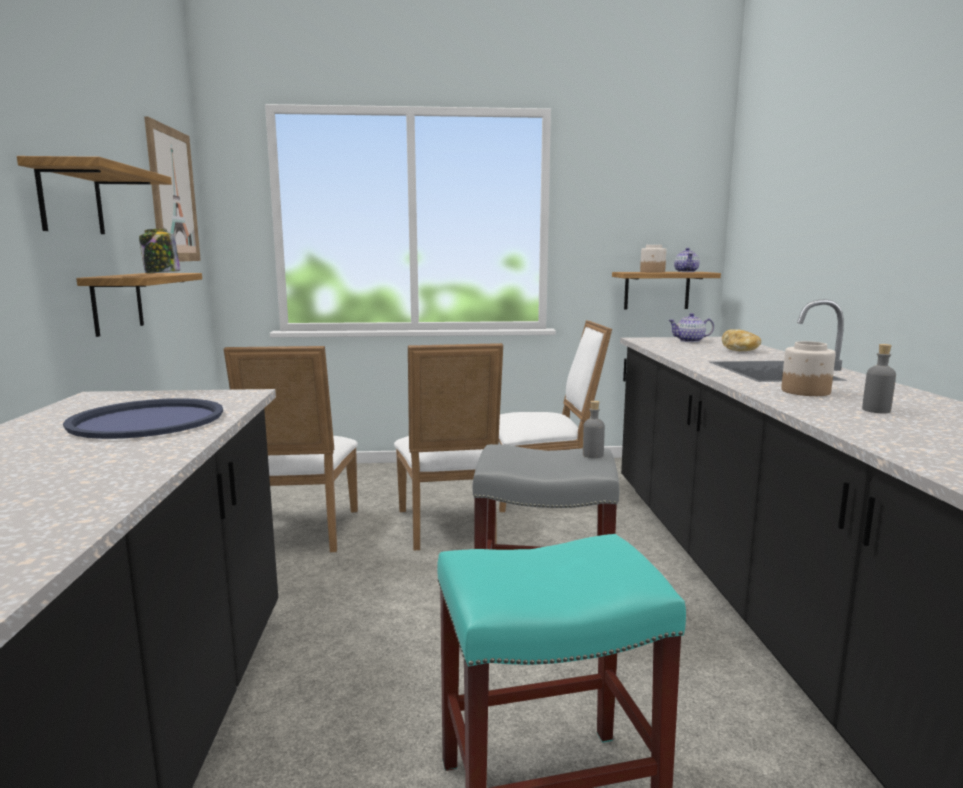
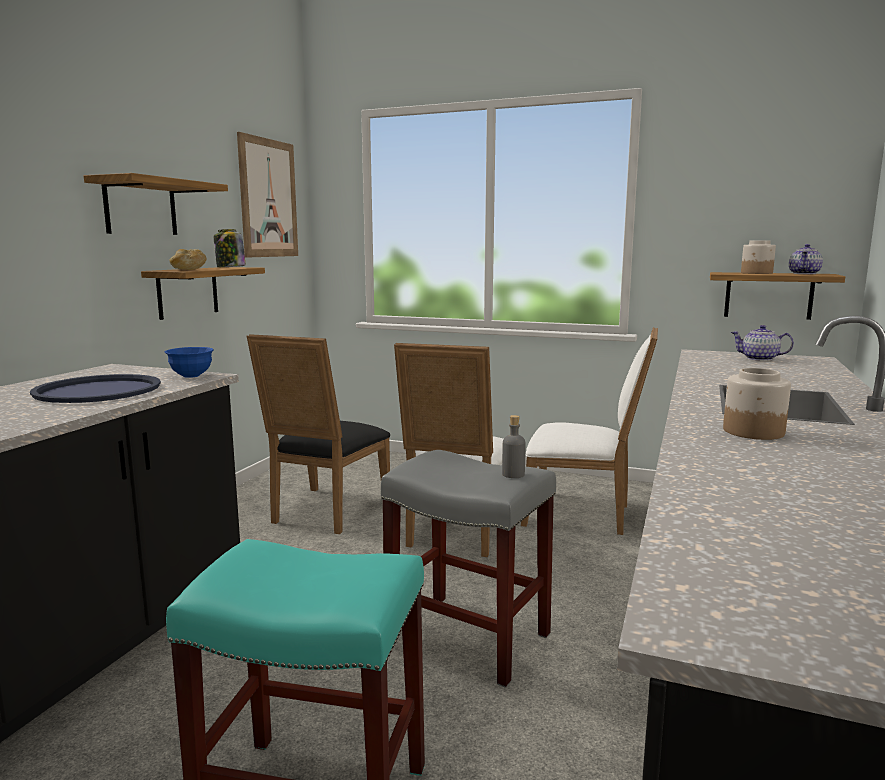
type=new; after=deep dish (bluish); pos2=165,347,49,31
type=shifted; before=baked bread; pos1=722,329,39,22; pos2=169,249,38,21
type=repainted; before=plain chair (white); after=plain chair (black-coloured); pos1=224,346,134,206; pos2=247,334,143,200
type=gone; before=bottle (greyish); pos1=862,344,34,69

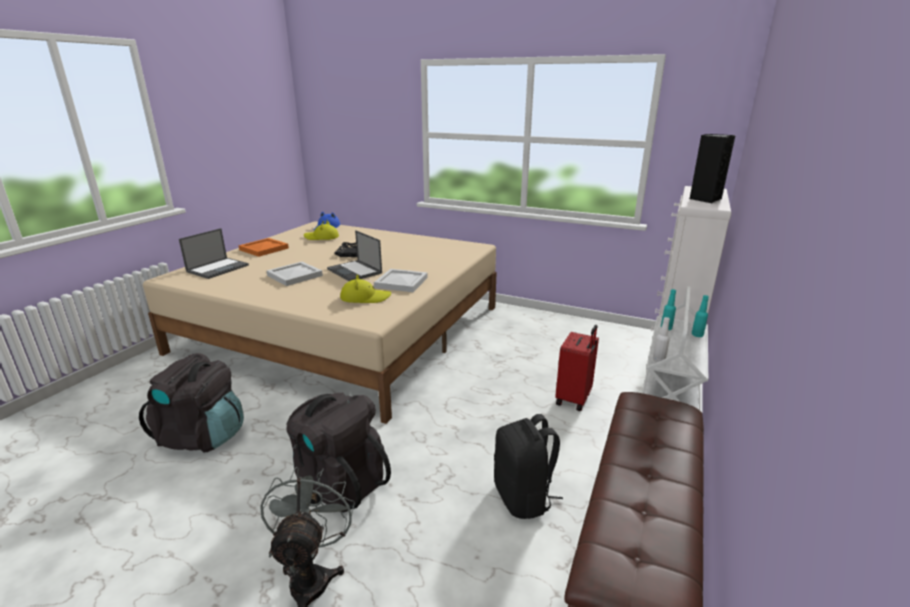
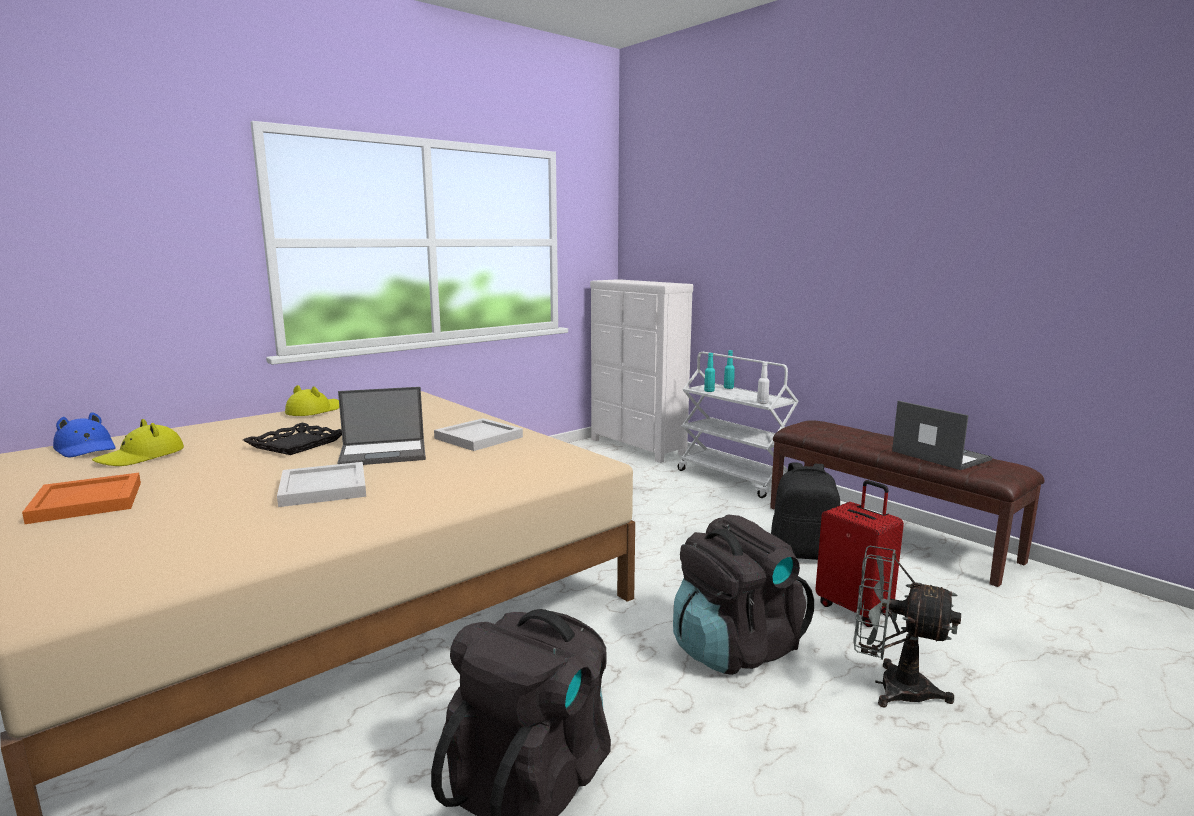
type=shifted; before=wearable hat (yellow-coloured); pos1=340,274,51,29; pos2=285,385,54,31
type=shifted; before=travel case (red); pos1=555,325,44,86; pos2=815,480,89,147
type=shifted; before=laptop; pos1=179,228,70,51; pos2=892,401,100,69
type=gone; before=speaker (black-coloured); pos1=690,134,46,69

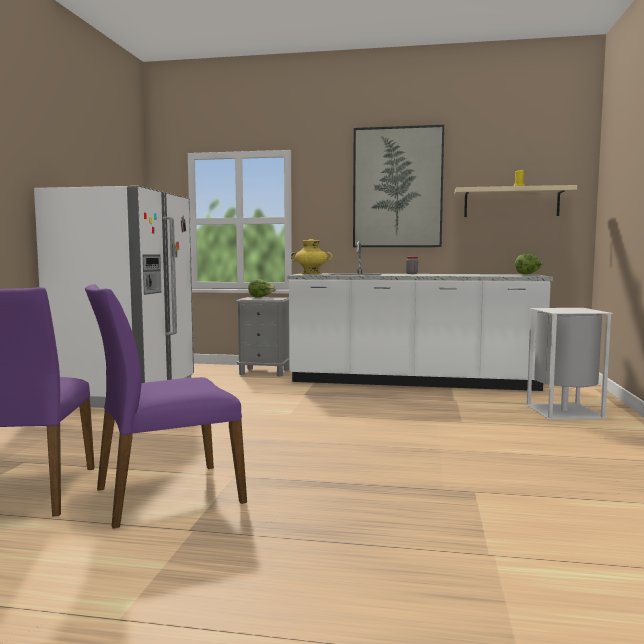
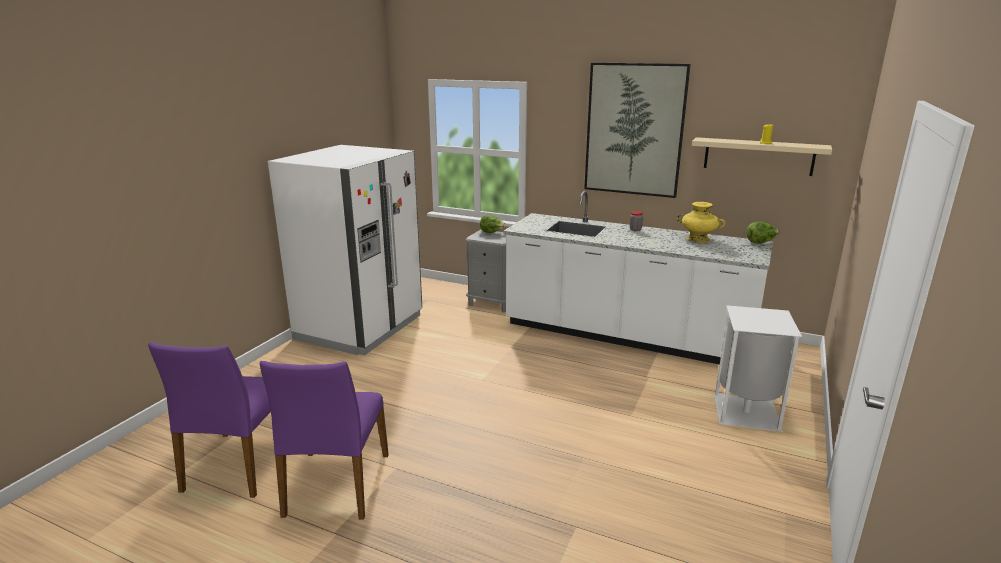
type=rotated; before=plain chair (purplish); pos1=85,284,162,245; pos2=260,361,129,158; turn=-75
type=shifted; before=decorative vase (yellow-coloured); pos1=291,239,42,35; pos2=677,202,48,41

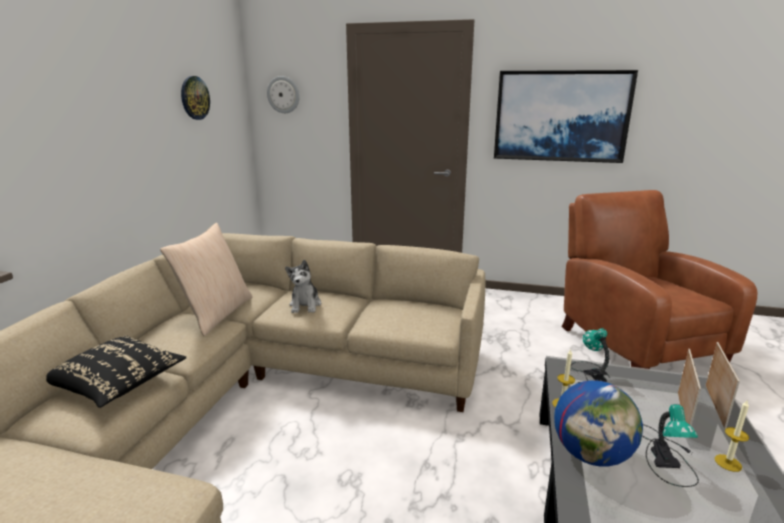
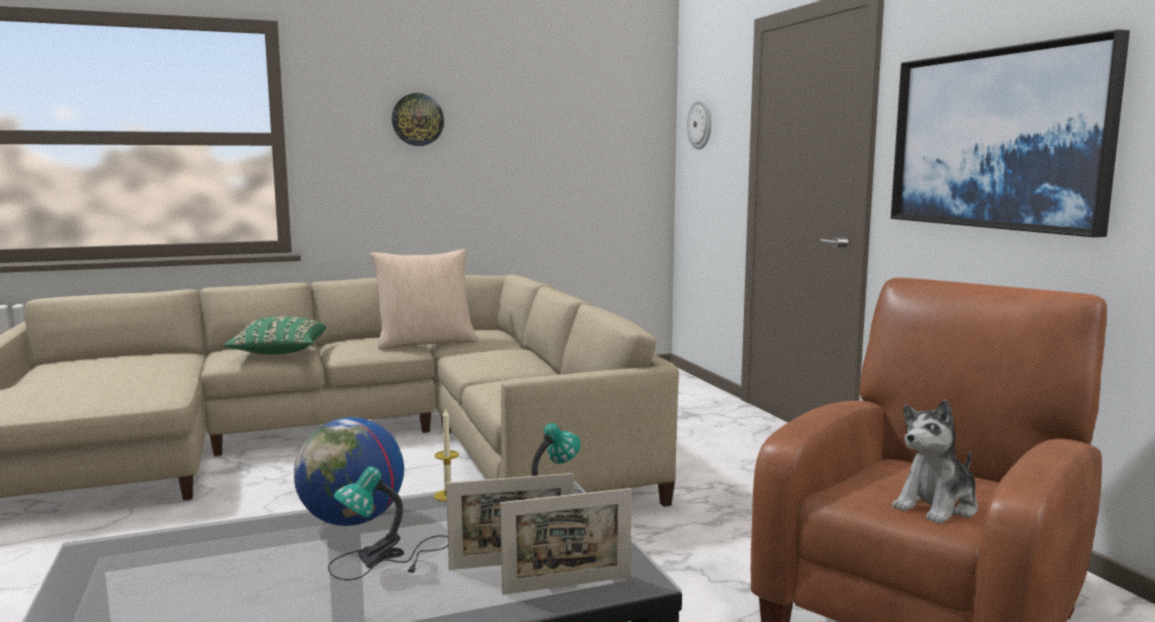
type=repainted; before=throw pillow (black-coloured); after=throw pillow (green-coloured); pos1=46,336,140,72; pos2=224,317,103,37
type=shifted; before=wall clock; pos1=181,76,29,44; pos2=392,93,52,53
type=shifted; before=plush toy; pos1=285,260,36,53; pos2=892,400,86,124
type=gone; before=wax candle; pos1=714,401,35,71

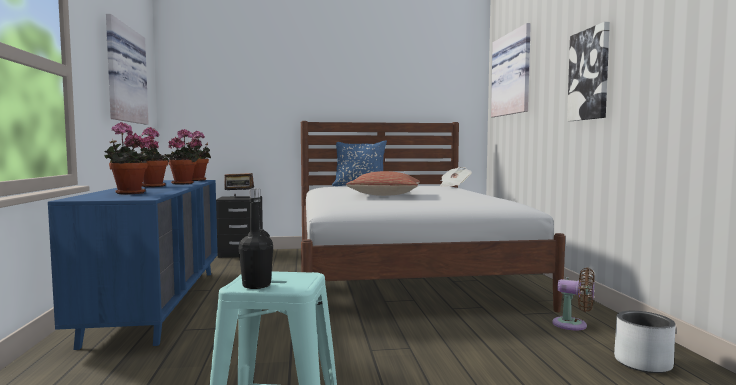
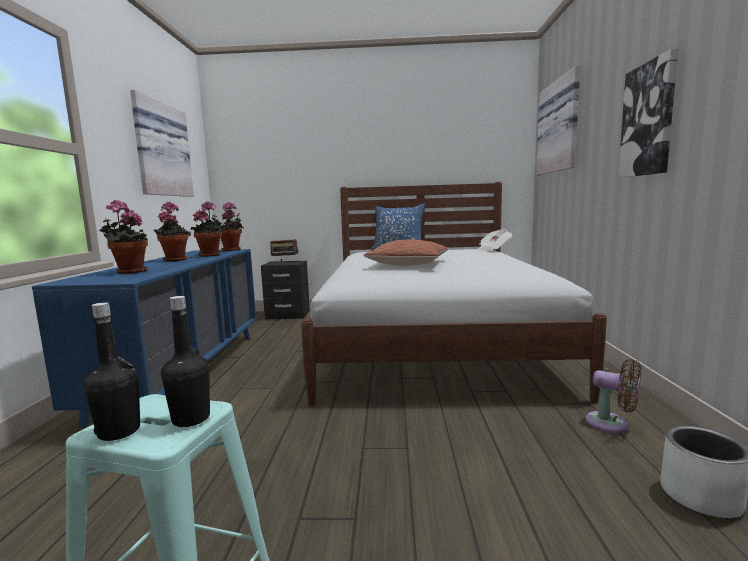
type=new; after=bottle (black-coloured); pos2=161,296,49,131

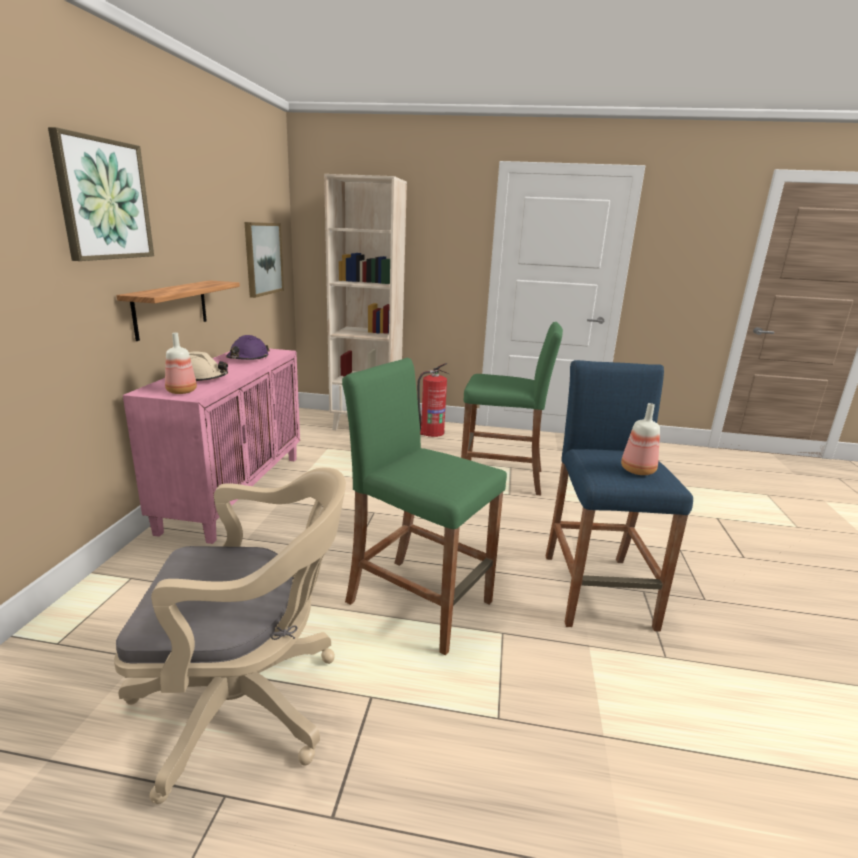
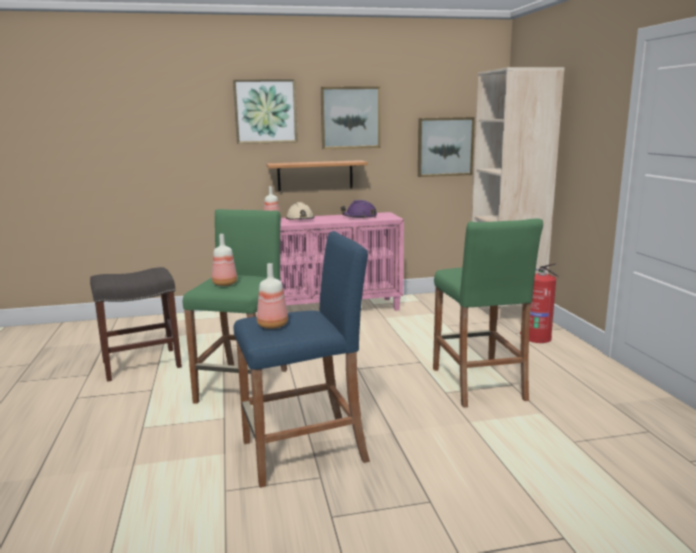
type=swapped; before=office chair (sand-coloured); after=stool (greyish); pos1=114,468,232,336; pos2=90,267,92,115
type=new; after=bottle; pos2=212,234,25,52
type=new; after=picture; pos2=320,86,61,63

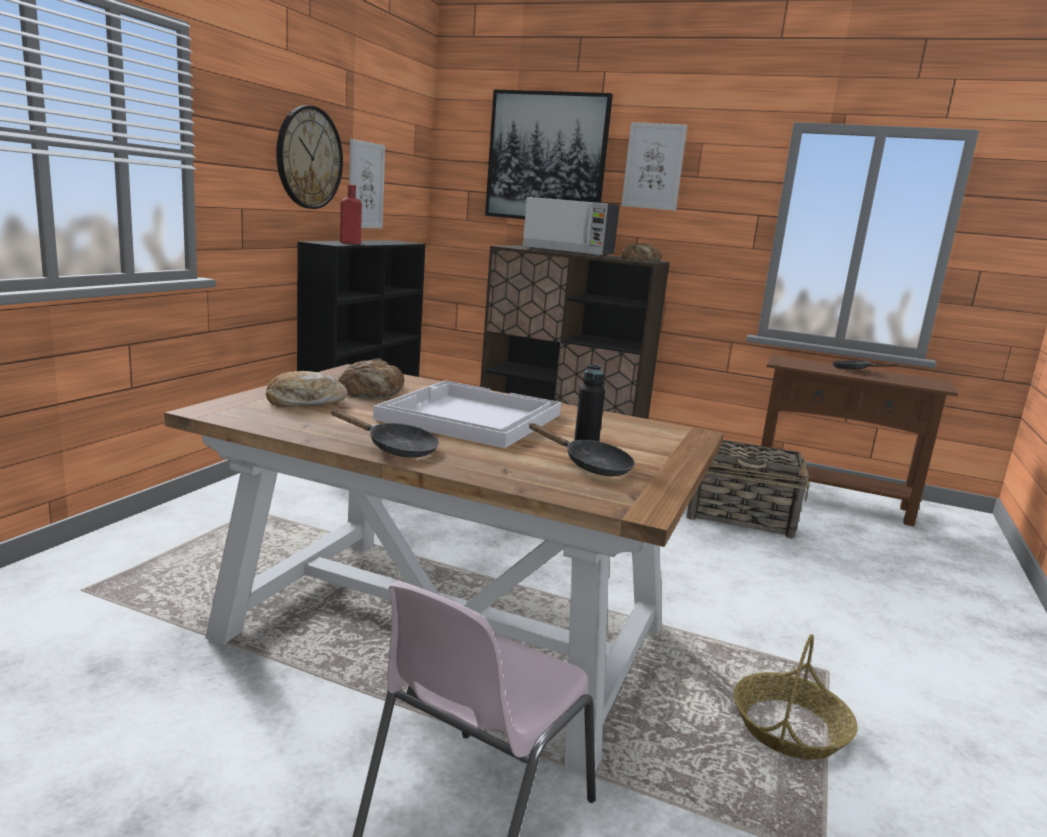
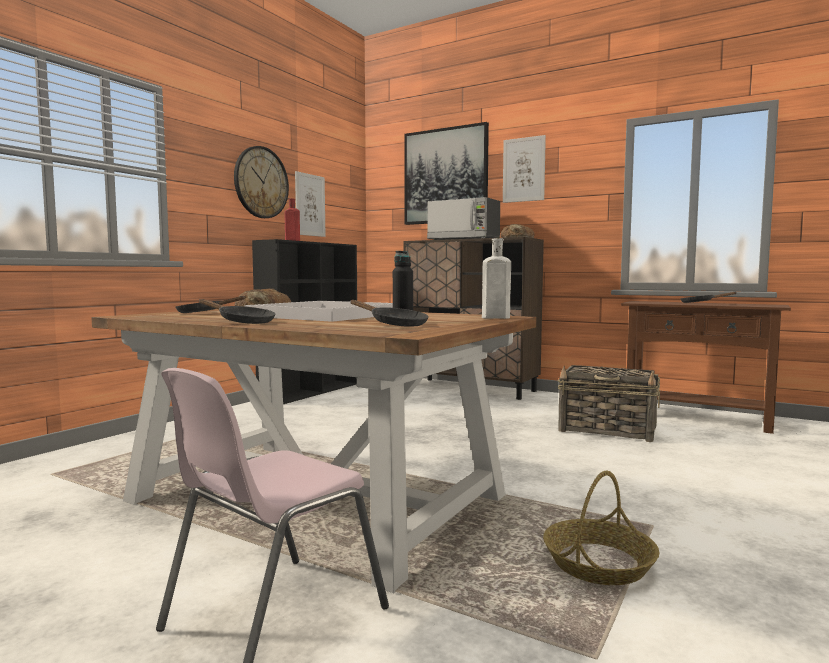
type=swapped; before=baked bread; after=skillet (black-coloured); pos1=266,371,82,36; pos2=176,296,70,17
type=new; after=bottle (white); pos2=482,238,29,81

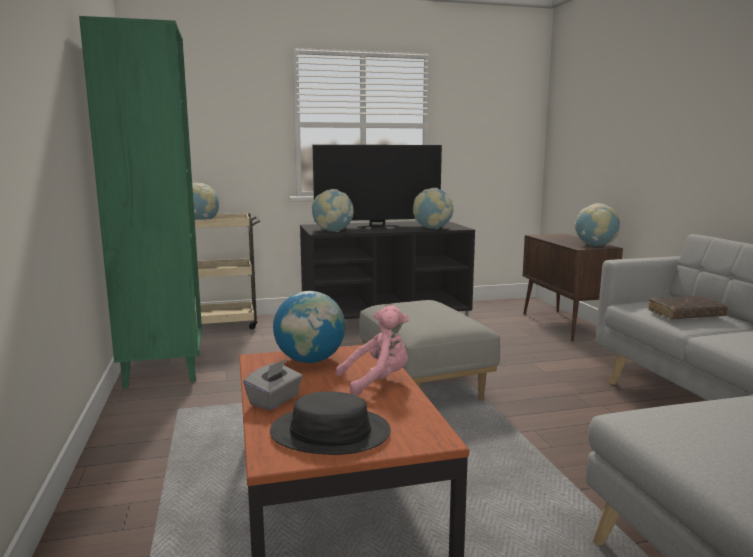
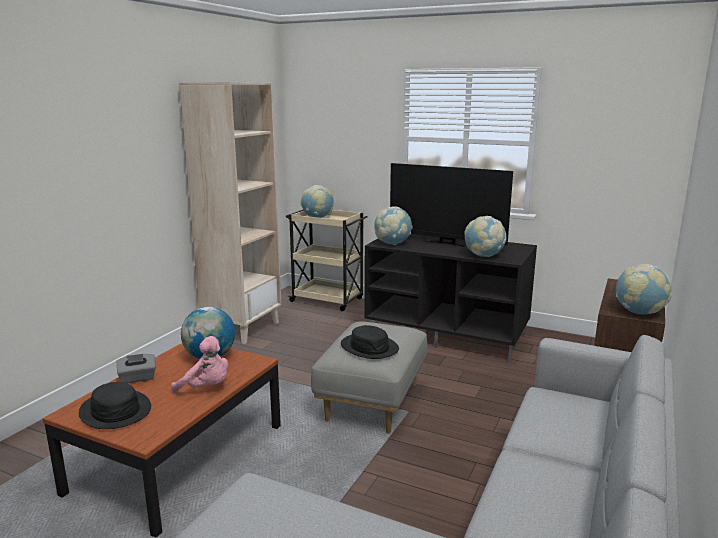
type=repainted; before=bookshelf (green-coloured); after=bookshelf (sand-coloured); pos1=79,16,123,372; pos2=179,82,102,262
type=new; after=wearable hat (black-coloured); pos2=341,325,58,34
type=gone; before=bound book (brown-coloured); pos1=648,296,80,23

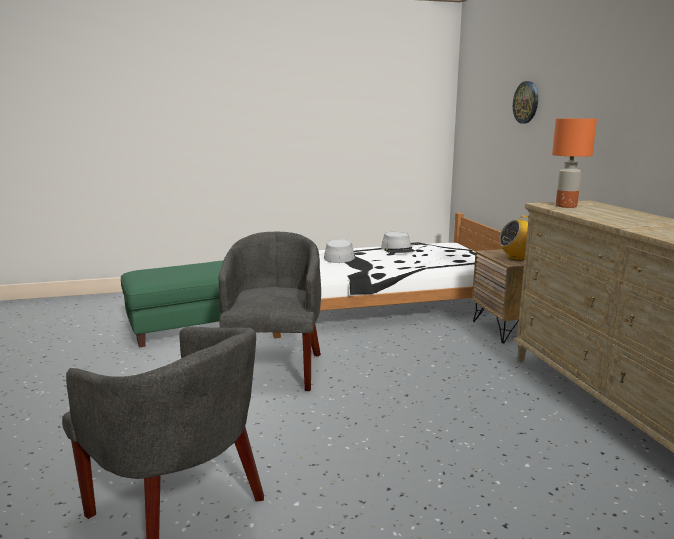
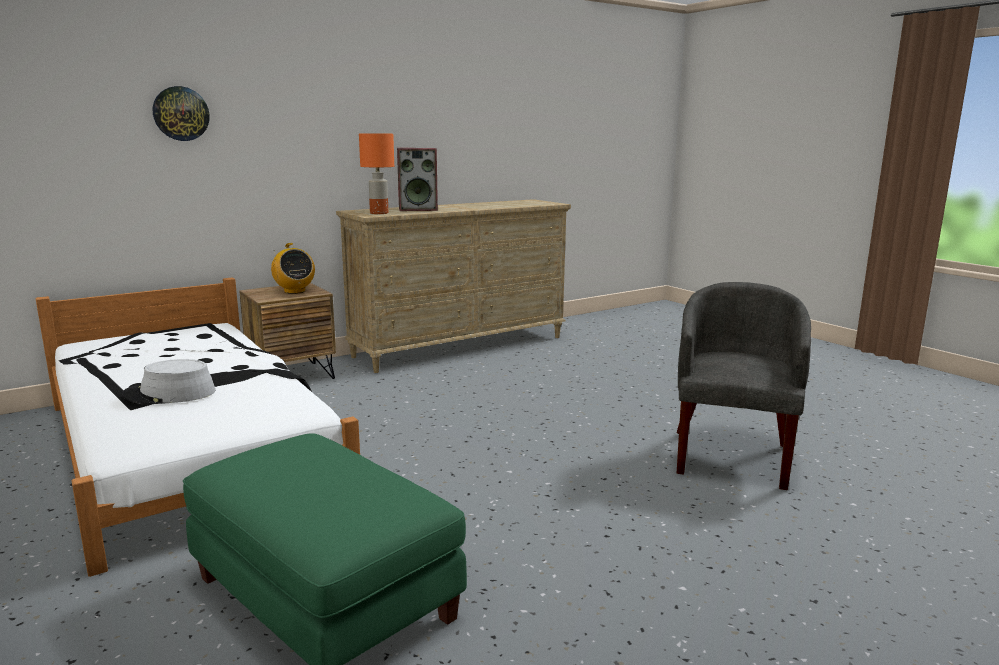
type=new; after=speaker; pos2=397,148,41,63
type=gone; before=armchair (greyish); pos1=219,231,102,160
type=gone; before=wearable hat (greyish); pos1=381,232,34,21

